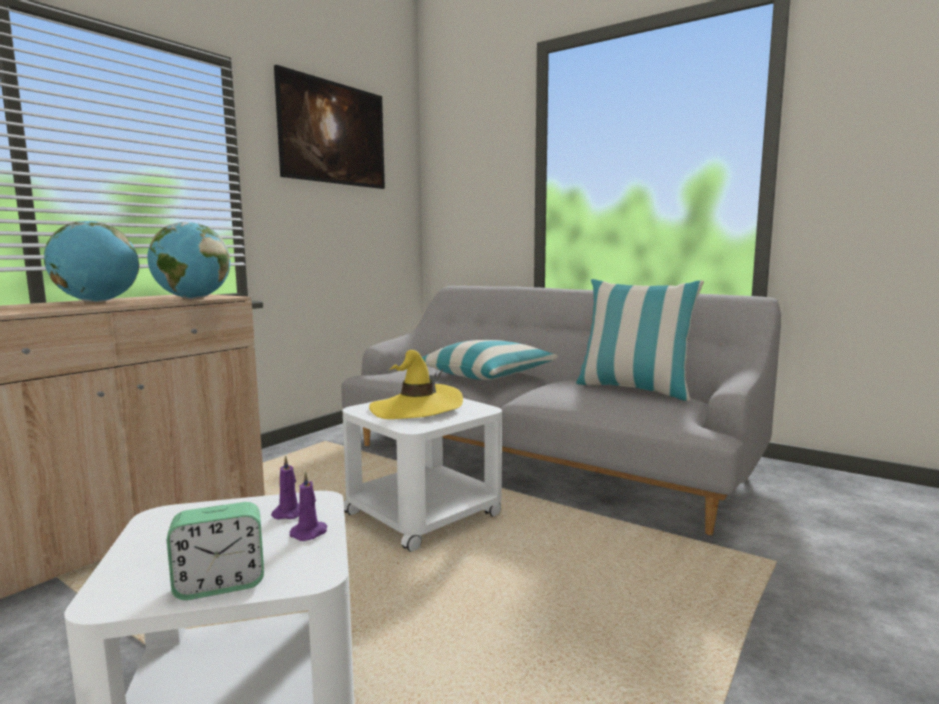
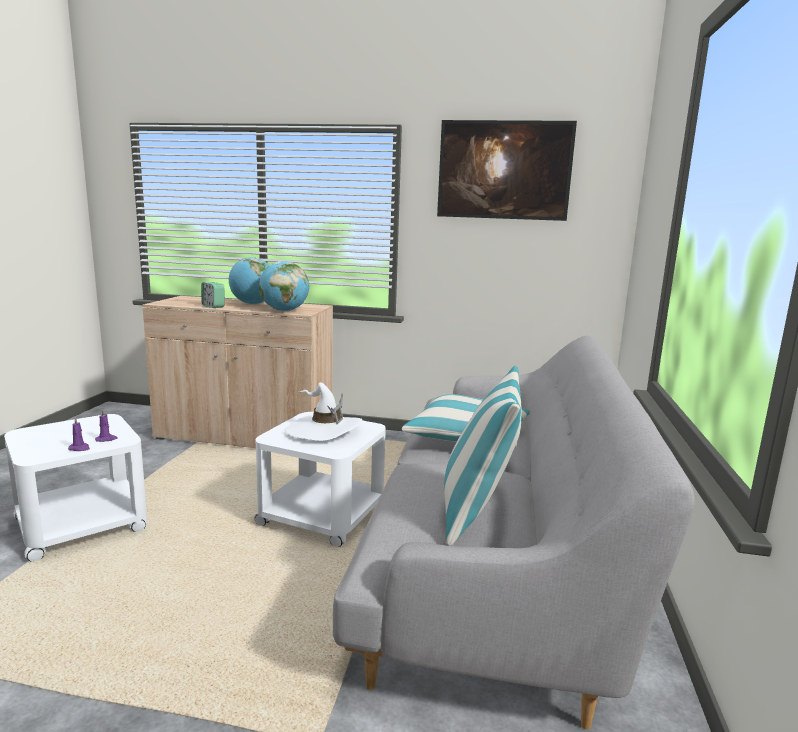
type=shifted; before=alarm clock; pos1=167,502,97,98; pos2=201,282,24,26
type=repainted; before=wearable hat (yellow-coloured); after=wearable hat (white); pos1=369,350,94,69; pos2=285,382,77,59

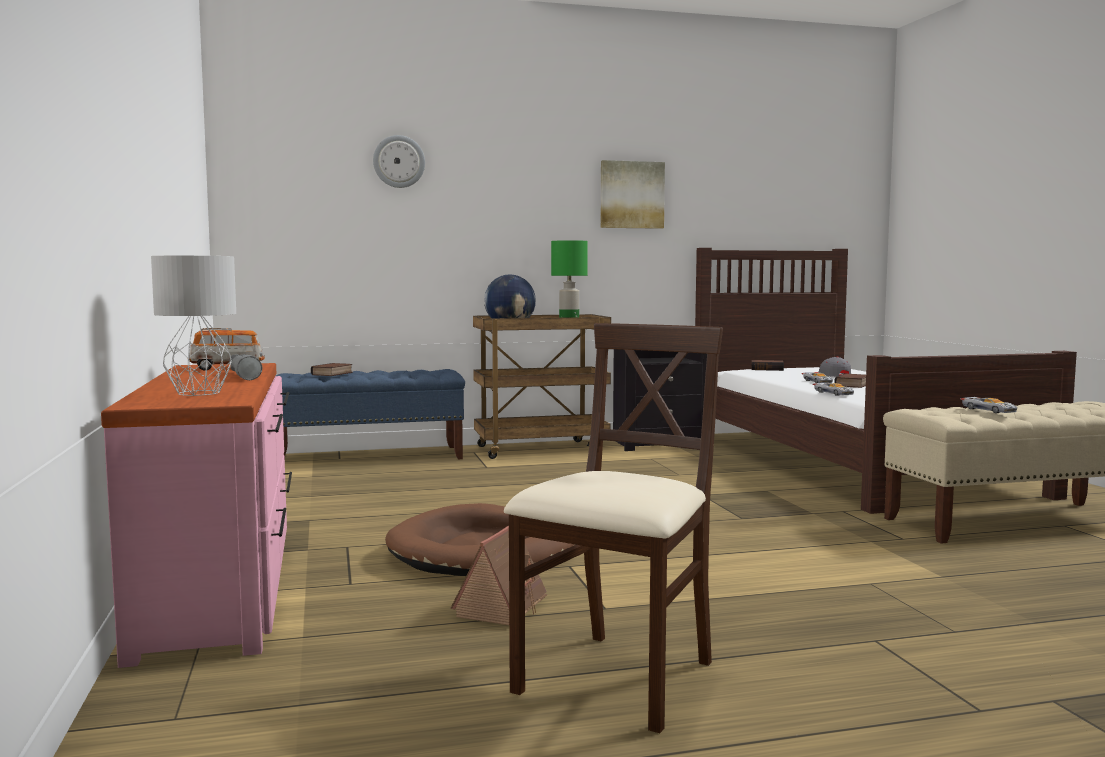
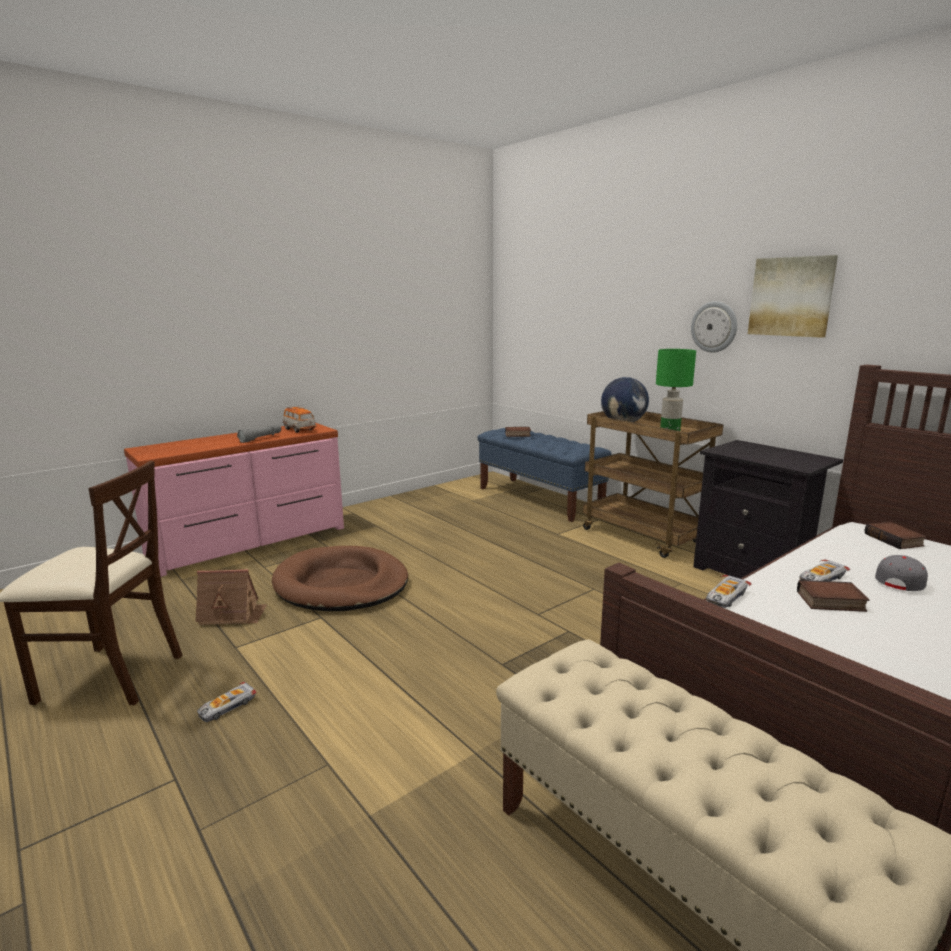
type=shifted; before=miniature car; pos1=960,397,57,16; pos2=197,682,59,40
type=shifted; before=wall clock; pos1=373,135,52,53; pos2=691,301,46,52
type=gone; before=table lamp (greyish); pos1=151,255,85,141

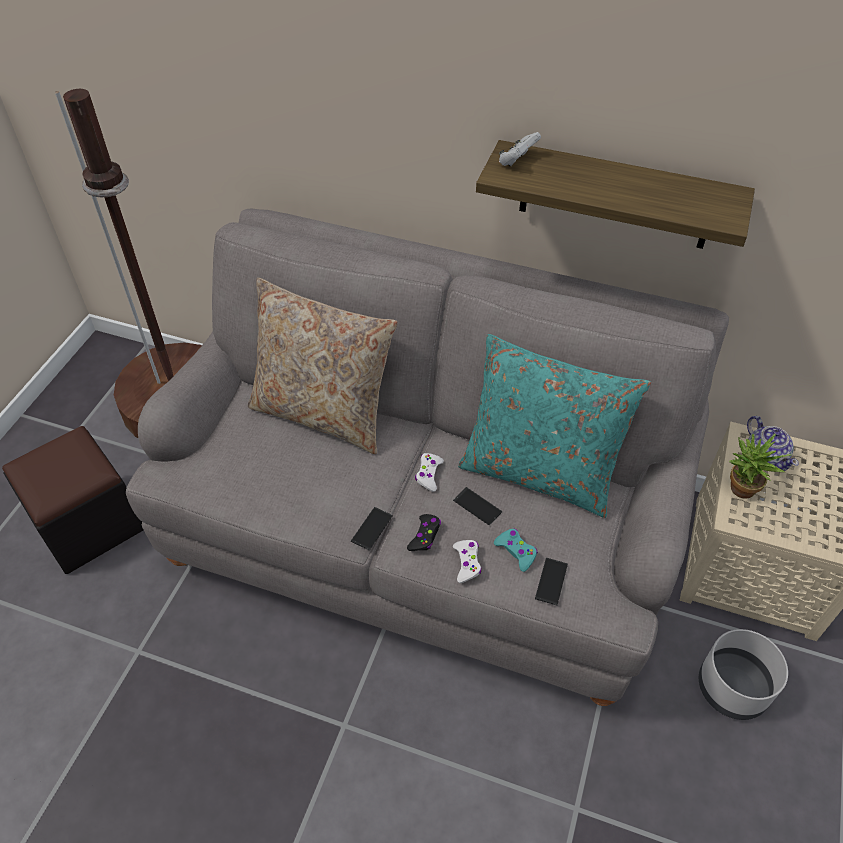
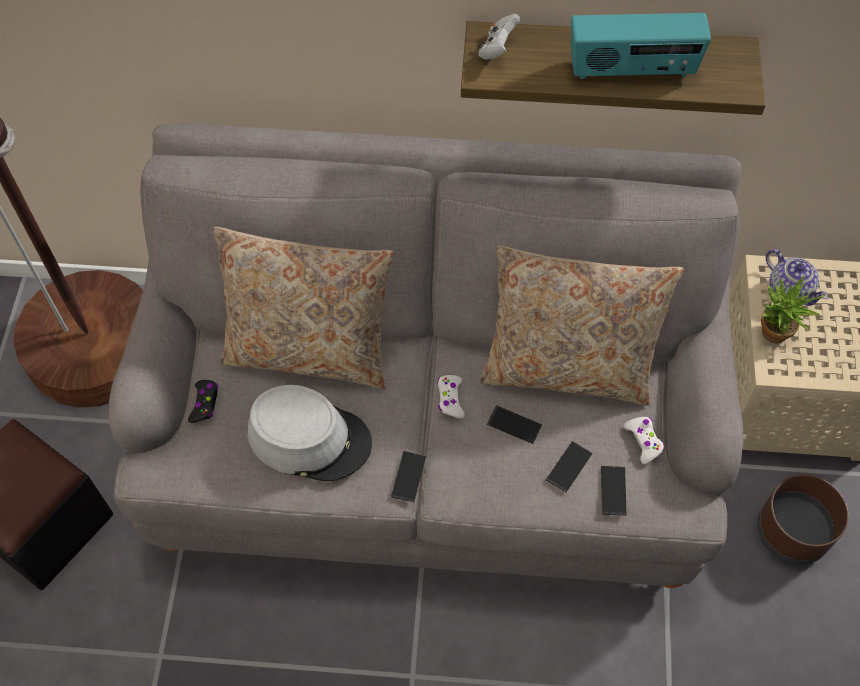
type=shifted; before=joypad (black-coloured); pos1=407,514,34,37; pos2=188,380,30,43
type=new; after=wearable hat (greyish); pos2=248,385,124,97
type=repainted; before=throw pillow (turquoise); after=throw pillow (sand-coloured); pos1=458,334,193,184; pos2=480,246,204,159
type=swapped; before=joypad (turquoise); after=telephone; pos1=494,528,44,44; pos2=546,441,46,52
type=new; after=radio; pos2=571,13,140,66
type=shifted; before=joypad (white); pos1=453,540,29,43; pos2=624,417,41,47
type=repainted; before=plant pot (greyish); after=plant pot (brown-coloured); pos1=699,629,89,91; pos2=757,474,92,91

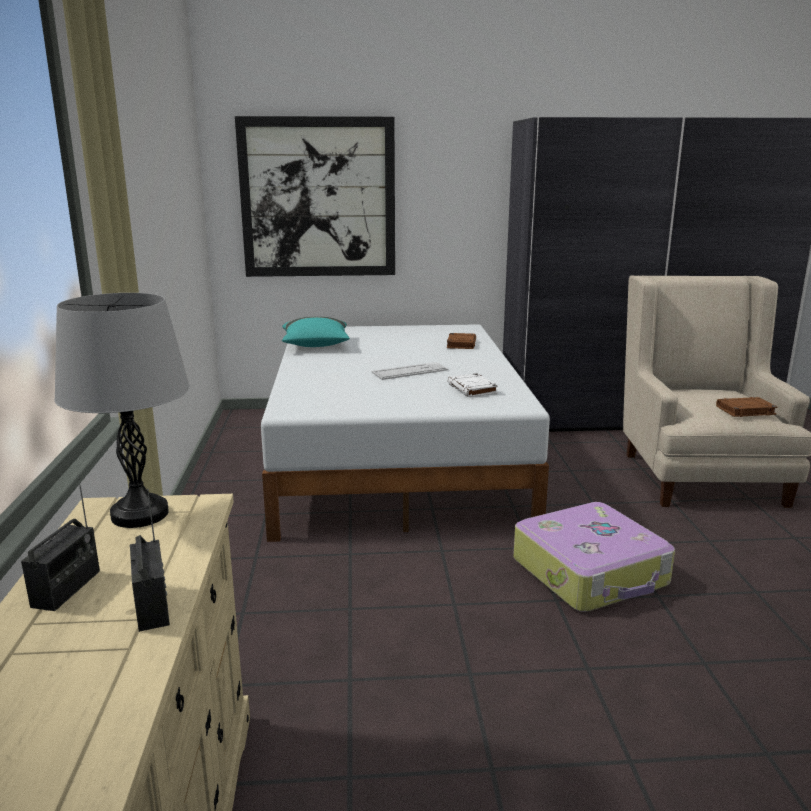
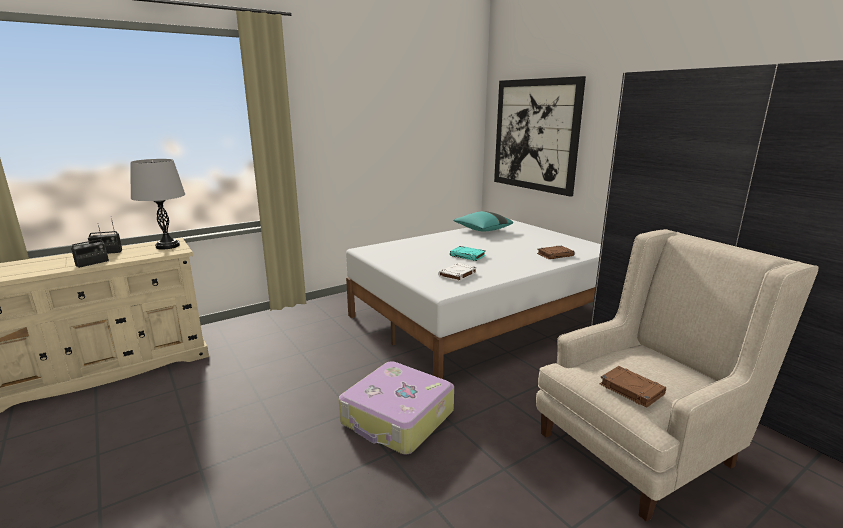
type=swapped; before=PC keyboard; after=bound book (turquoise); pos1=372,362,76,18; pos2=450,246,36,15

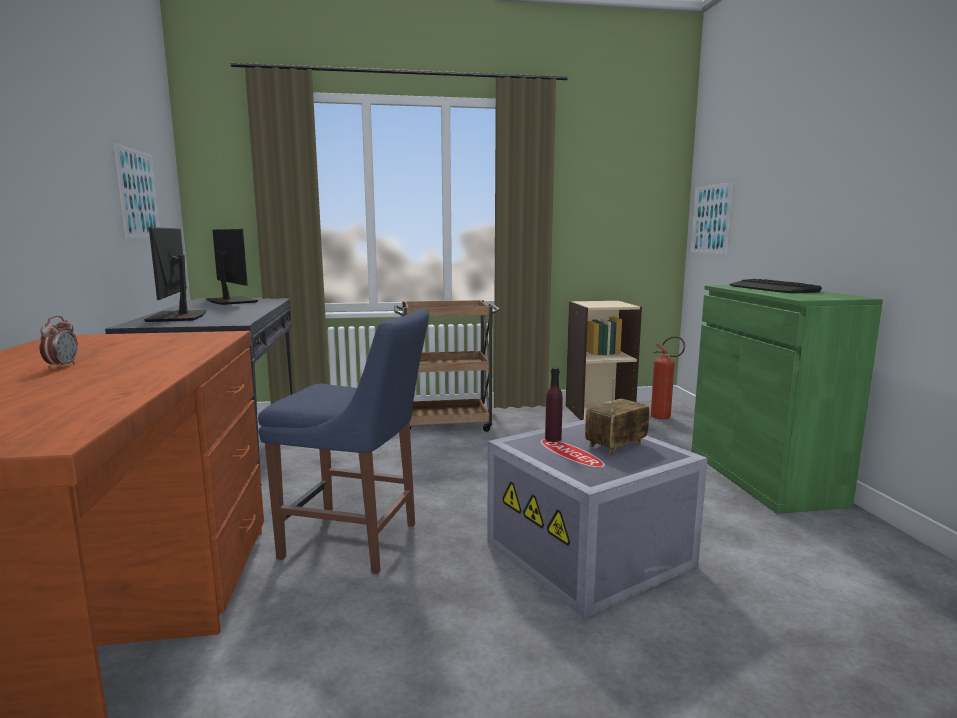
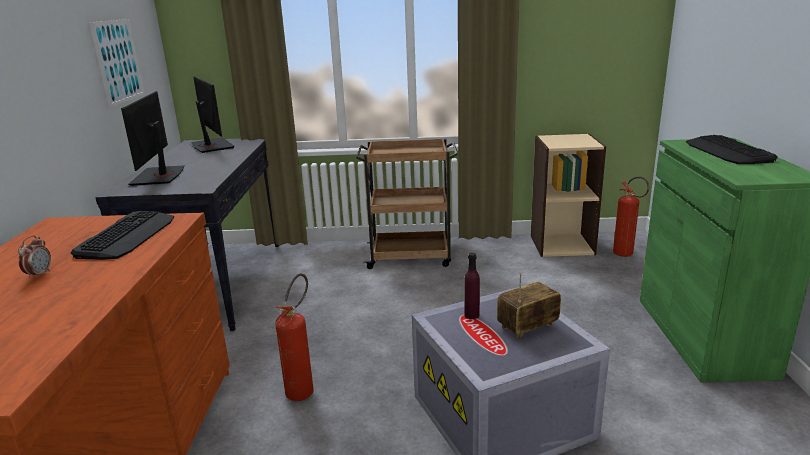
type=new; after=PC keyboard; pos2=71,211,103,49
type=swapped; before=plain chair (bluish); after=extinguisher; pos1=258,309,171,265; pos2=275,273,39,128
type=gone; before=picture; pos1=691,182,42,72

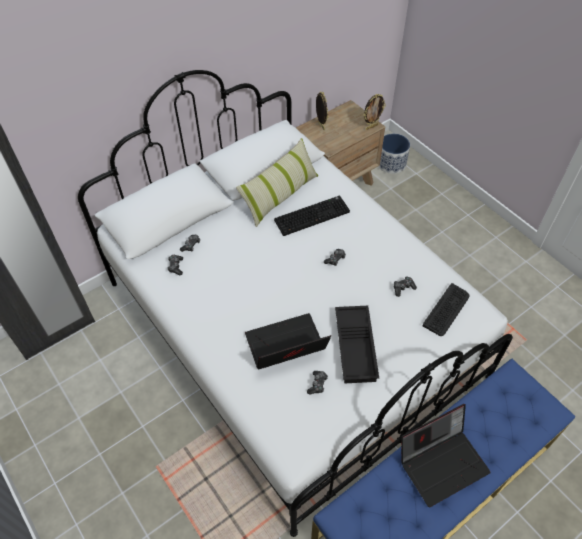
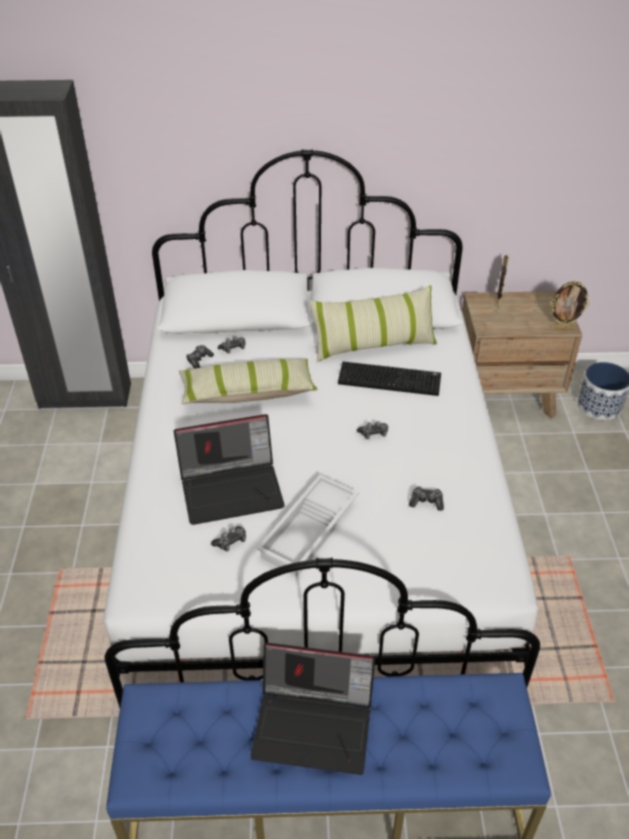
type=rotated; before=laptop; pos1=245,313,86,57; pos2=174,414,111,111; turn=150
type=new; after=throw pillow; pos2=179,359,139,45
type=repainted; before=tray (black-coloured); after=tray (white); pos1=335,306,44,78; pos2=257,475,102,102
type=gone; before=PC keyboard; pos1=423,283,47,53

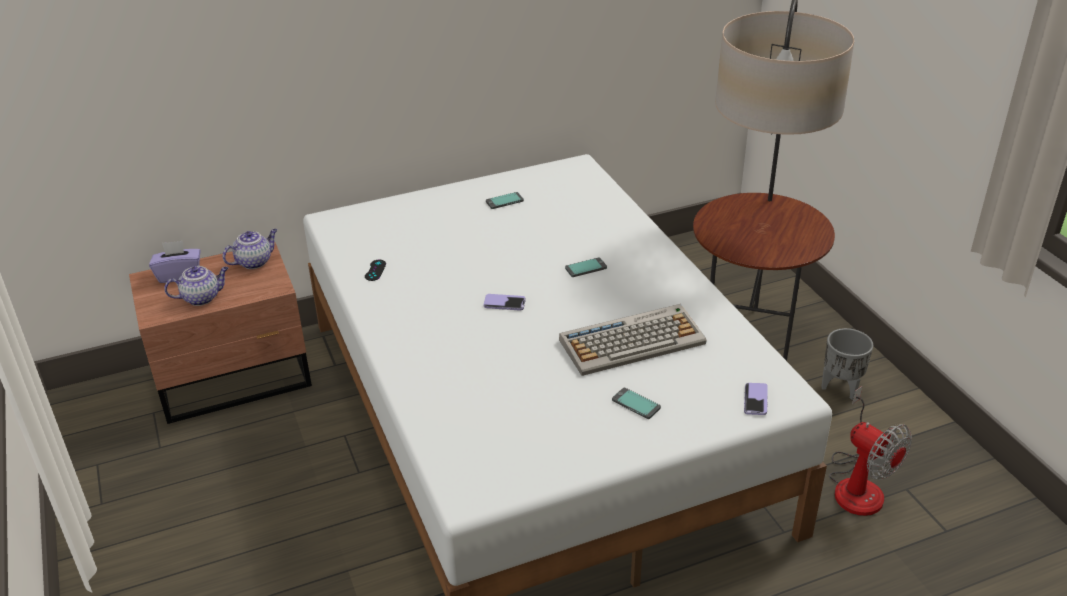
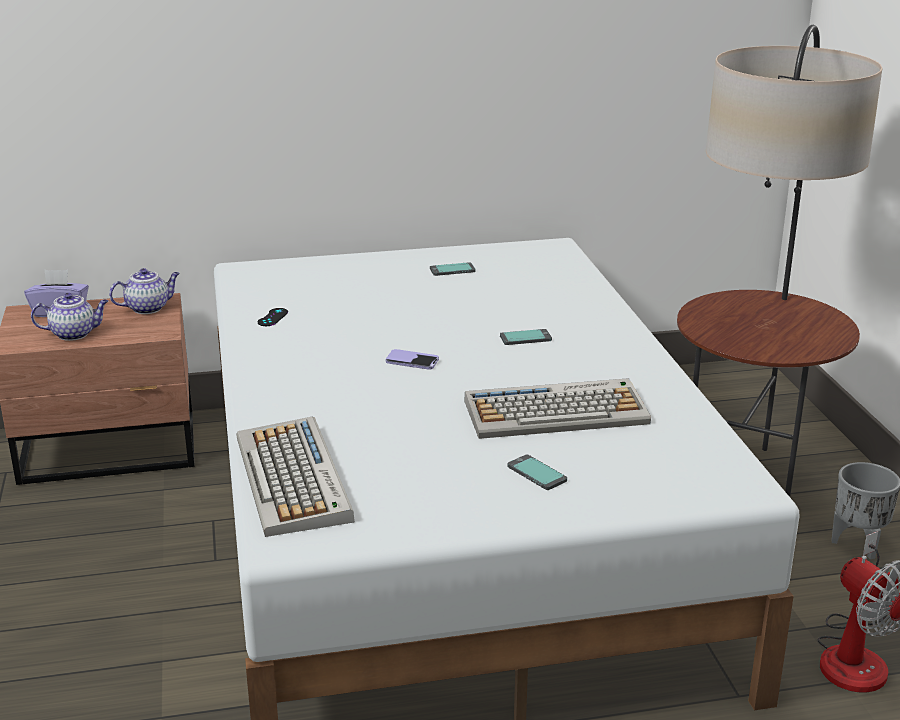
type=new; after=PC keyboard; pos2=236,416,119,121
type=gone; before=telephone; pos1=744,383,24,32

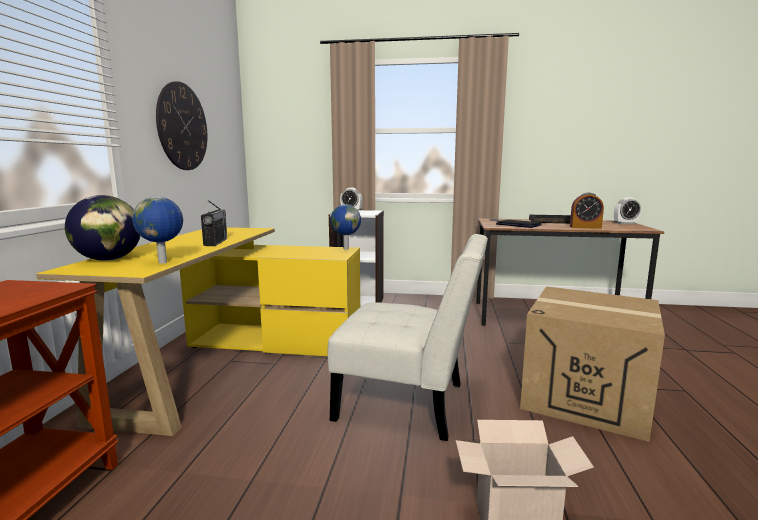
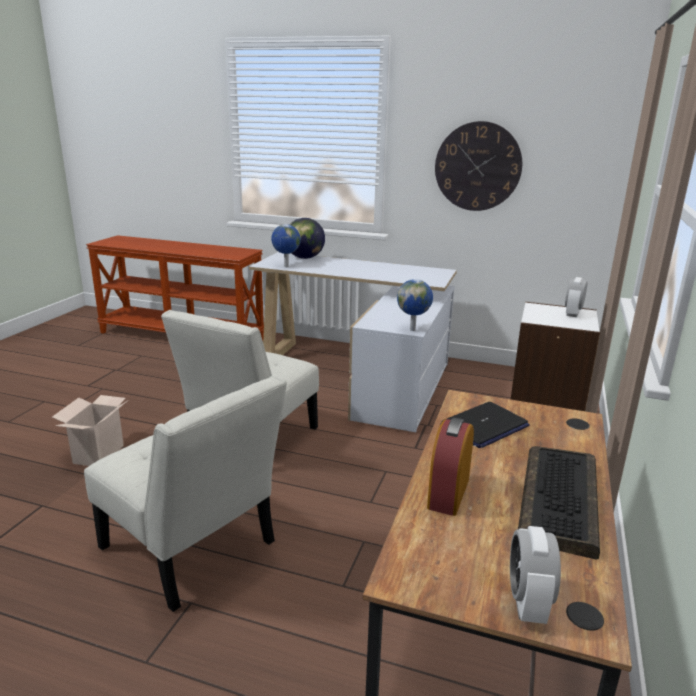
type=swapped; before=packing box; after=plain chair (white); pos1=520,286,145,156; pos2=84,375,203,237
type=repainted; before=desk unit (yellow-coloured); after=desk unit (white); pos1=36,227,324,209; pos2=249,252,208,180
type=gone; before=radio; pos1=201,200,26,46

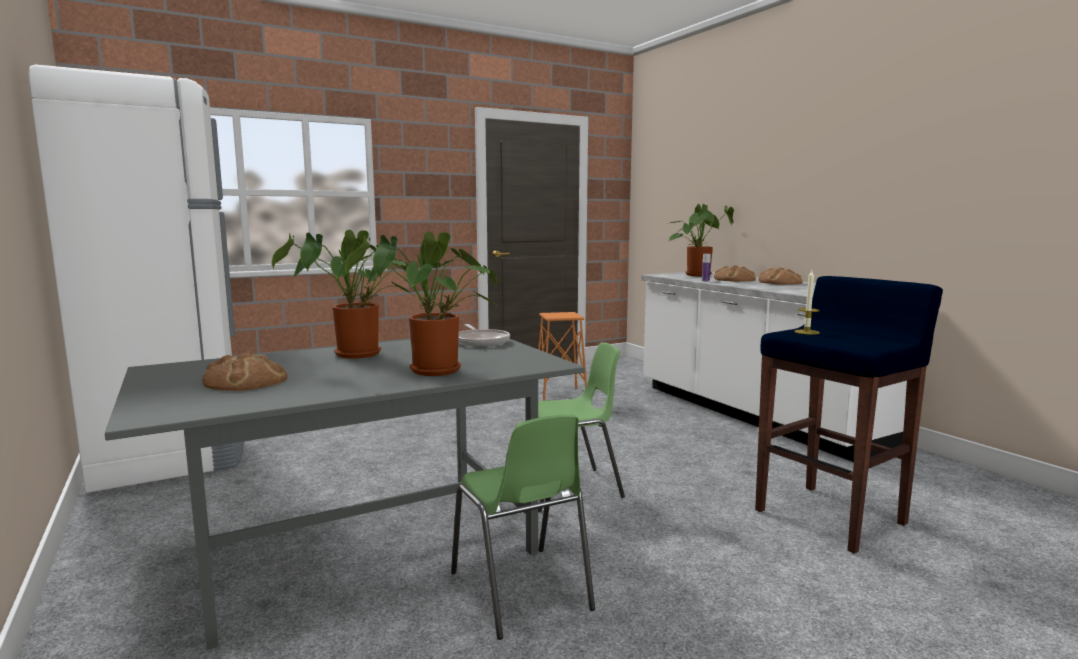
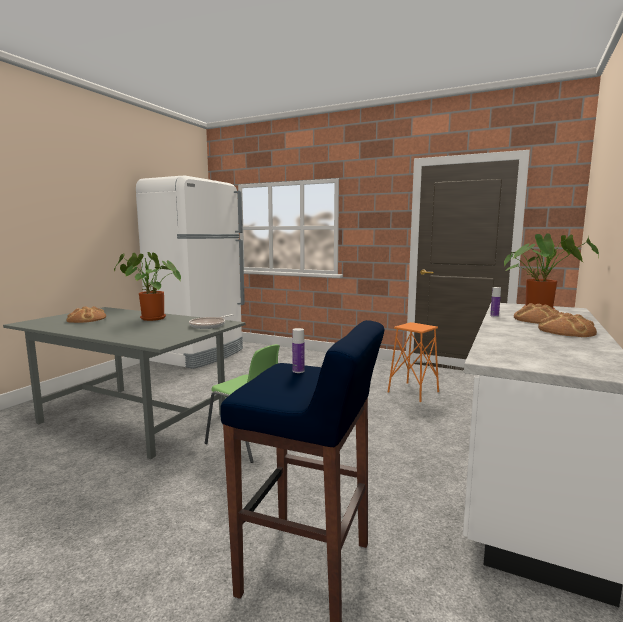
type=swapped; before=wax candle; after=bottle; pos1=794,270,26,65; pos2=292,328,12,45
type=gone; before=potted plant; pos1=345,231,153,145
type=gone; before=plain chair (green-coloured); pos1=451,414,144,226

